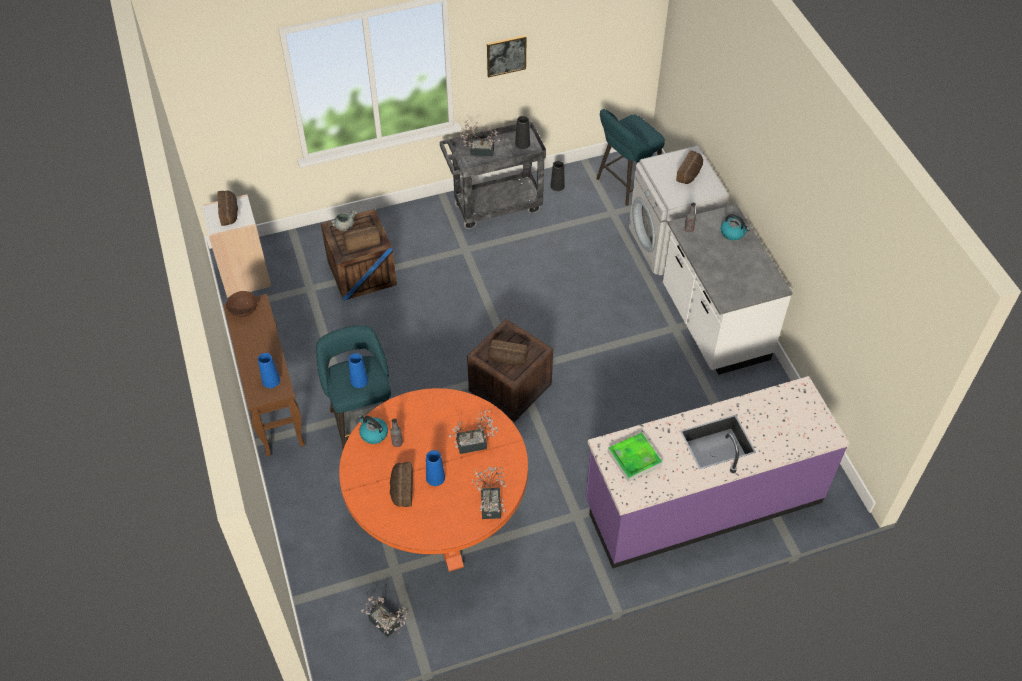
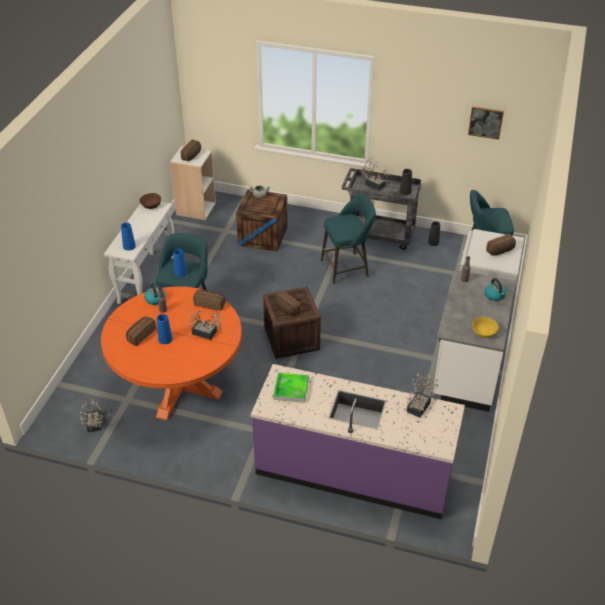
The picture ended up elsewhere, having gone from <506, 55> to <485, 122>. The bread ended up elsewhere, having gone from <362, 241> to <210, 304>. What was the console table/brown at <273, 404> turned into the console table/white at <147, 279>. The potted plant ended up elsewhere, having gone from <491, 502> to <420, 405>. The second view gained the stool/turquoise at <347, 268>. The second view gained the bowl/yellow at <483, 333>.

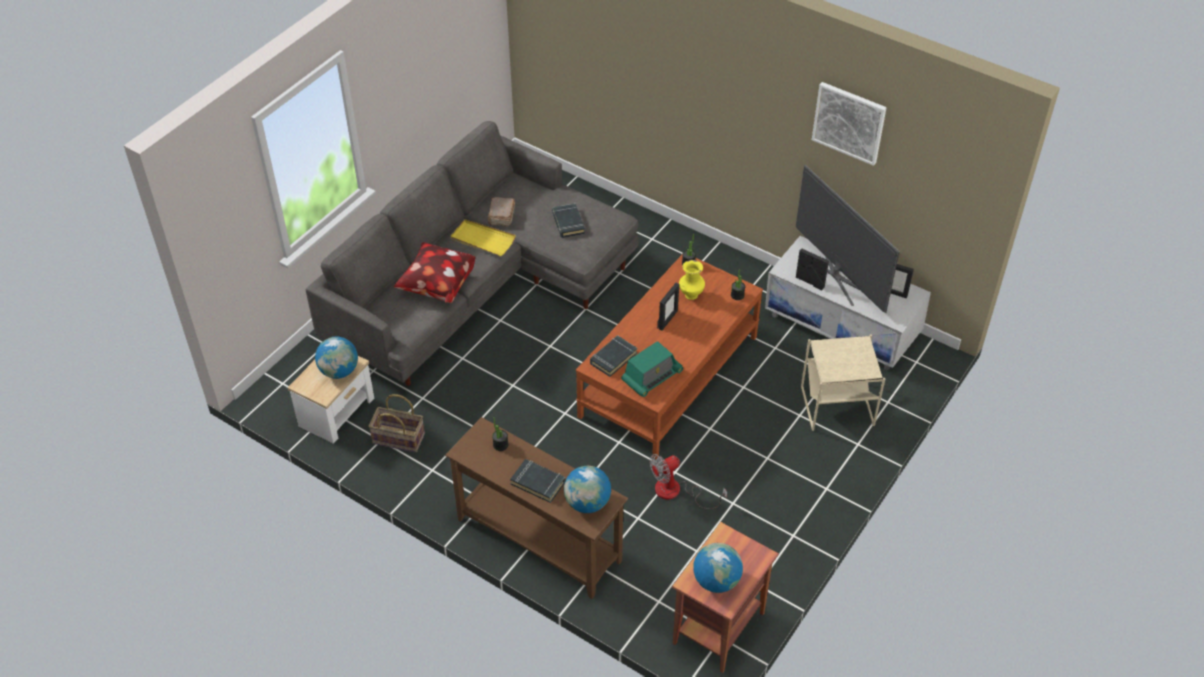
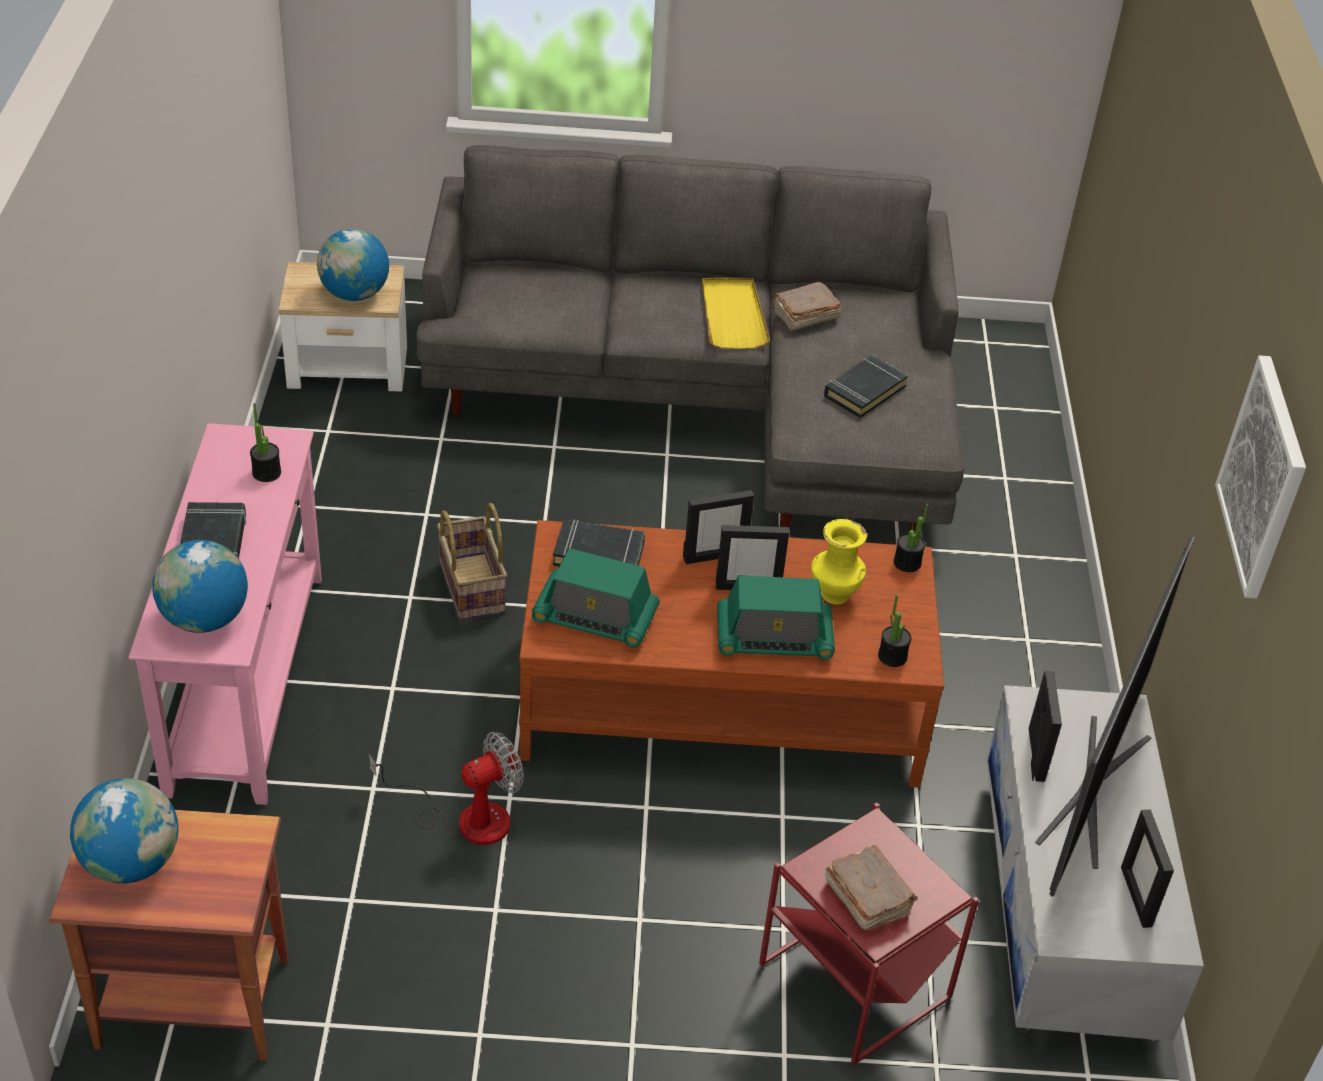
The second view lost the pillow at <436, 286>. What was the side table/beige at <838, 406> turned into the side table/red at <855, 983>. The basket ended up elsewhere, having gone from <398, 439> to <470, 587>. What was the console table/brown at <538, 540> turned into the console table/pink at <245, 681>. The fan at <676, 492> ended up facing another way, 120 degrees clockwise from before. The second view gained the picture frame at <714, 555>. The second view gained the radio at <774, 638>. The second view gained the book/brown at <867, 897>.

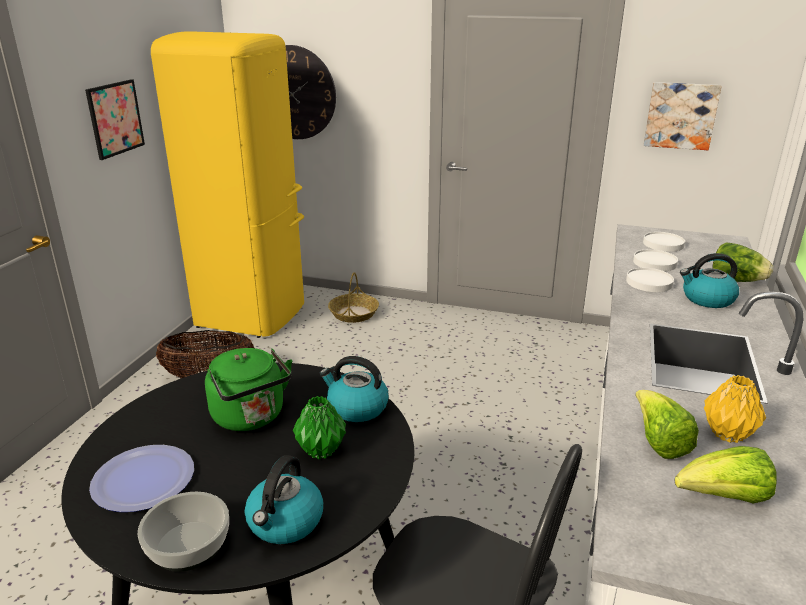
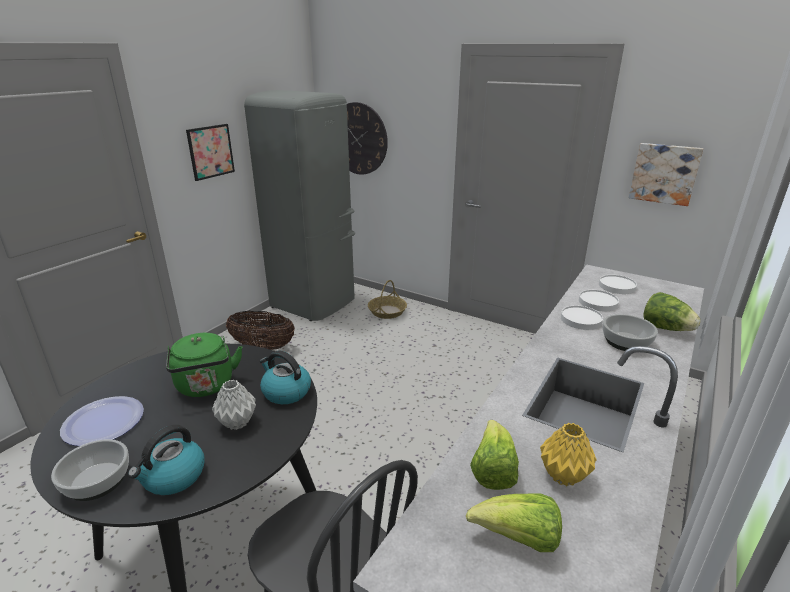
What was the fridge/yellow at <255, 314> turned into the fridge/grey at <316, 303>. Where the kettle stood at <707, 299>, the bowl came to stand at <626, 342>. What was the vase/green at <321, 450> turned into the vase/grey at <237, 422>.

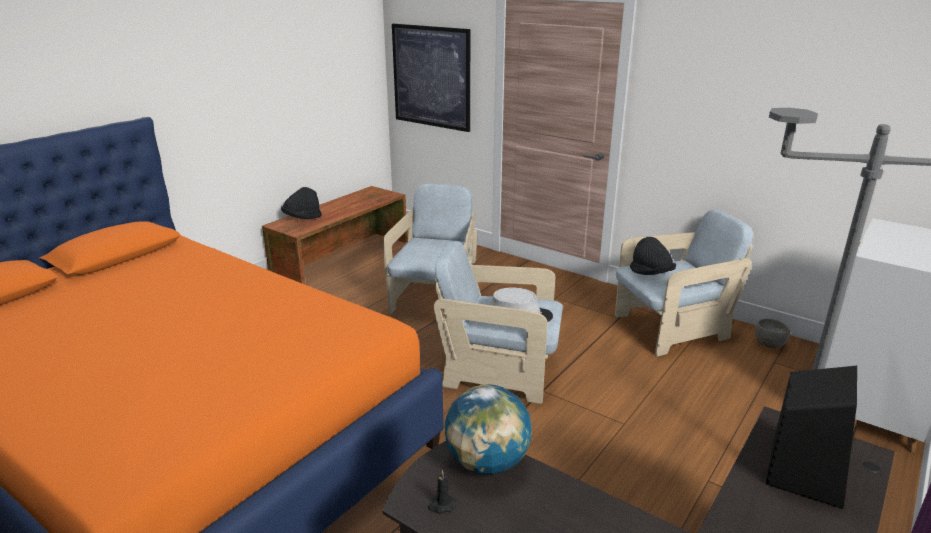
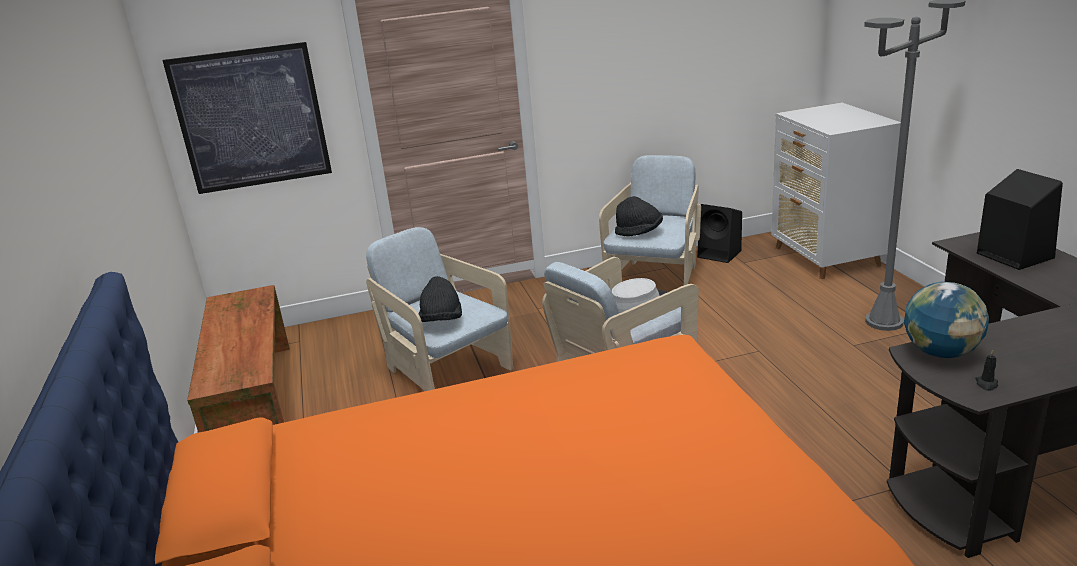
The hat/black ended up elsewhere, having gone from <302, 218> to <441, 321>. Where the bowl/grey stood at <769, 345>, the speaker/black came to stand at <720, 254>.

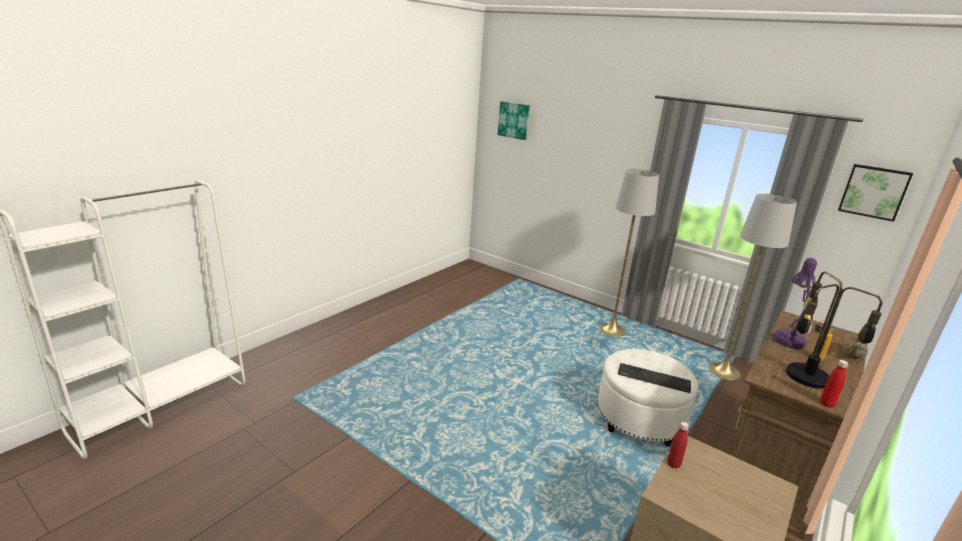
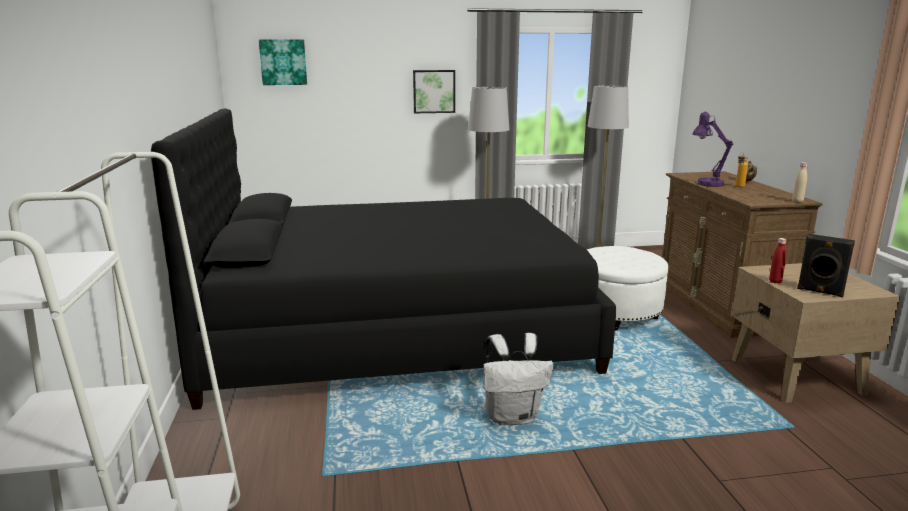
The picture ended up elsewhere, having gone from <874, 192> to <433, 91>. The second view lost the table lamp at <806, 377>. What was the bottle/red at <826, 404> turned into the bottle/beige at <797, 201>. The second view lost the keyboard at <653, 378>. The second view gained the bed/black at <397, 330>. The second view gained the speaker/black at <820, 292>. The second view gained the backpack/white at <512, 417>.

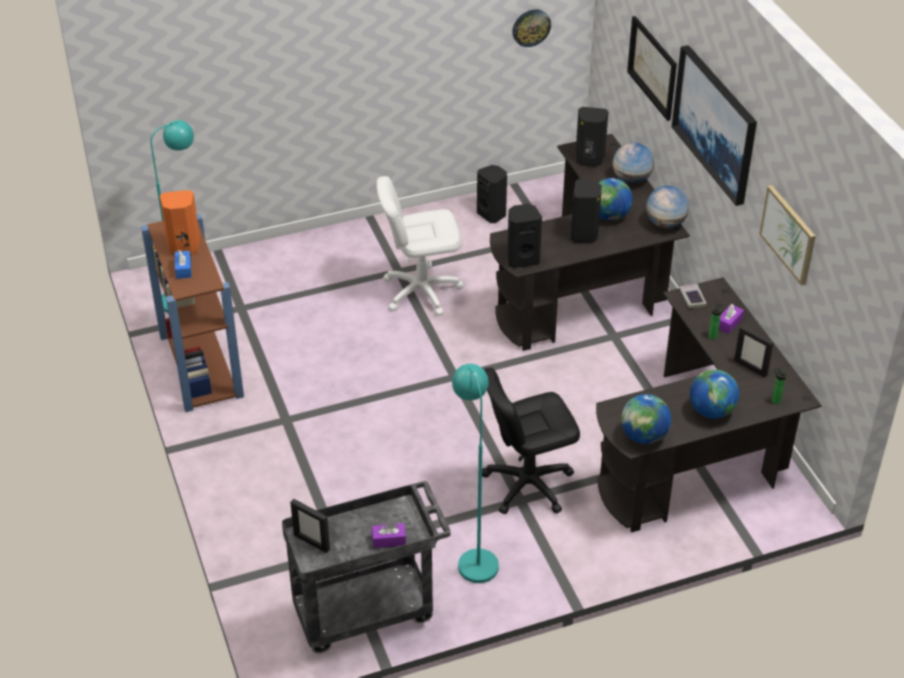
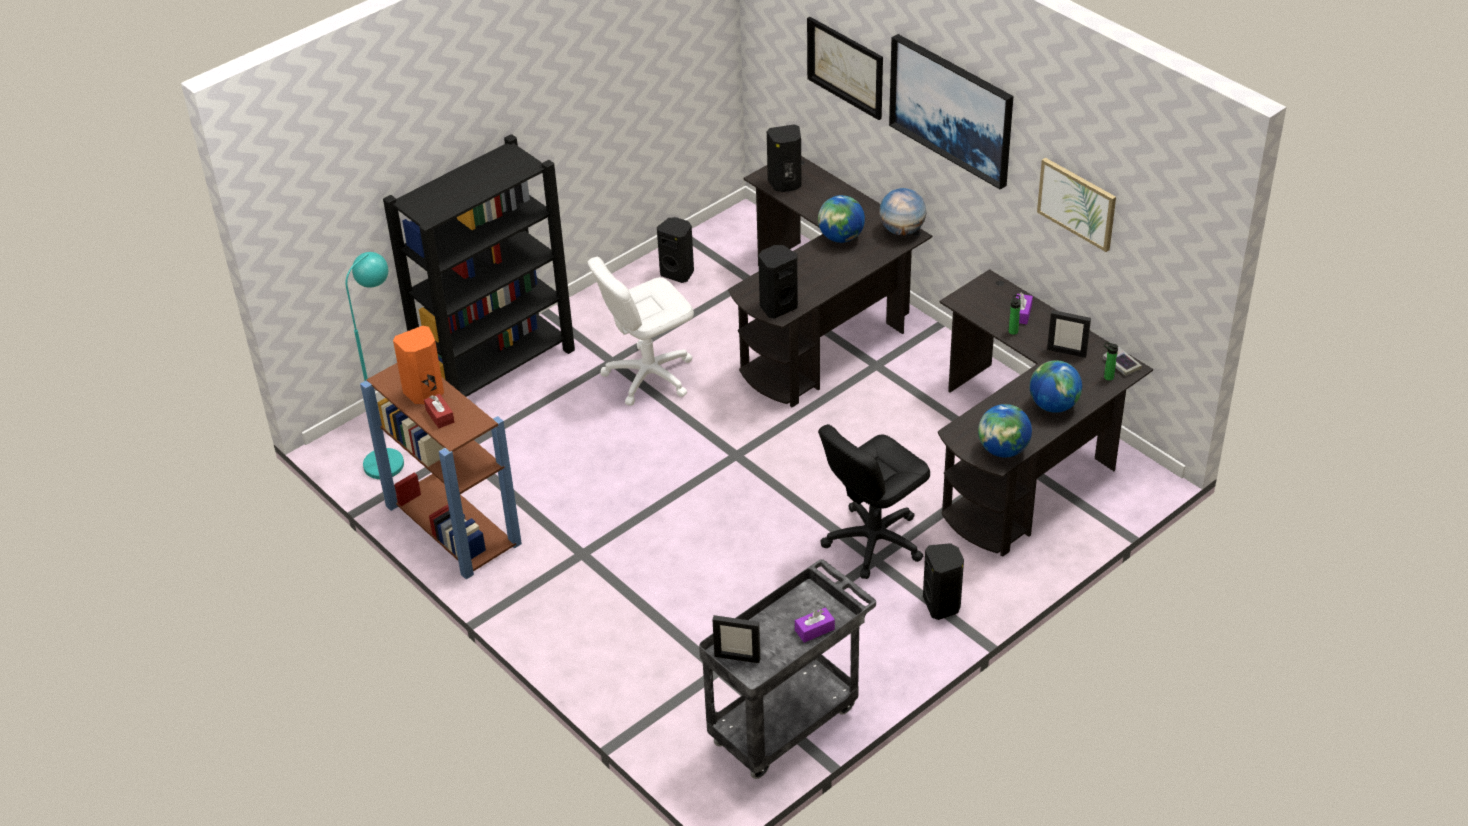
The second view lost the wall clock at <531, 27>. The second view lost the globe at <632, 180>. The speaker/black ended up elsewhere, having gone from <584, 234> to <942, 605>. What was the tissue box/blue at <183, 269> turned into the tissue box/red at <440, 416>. The book ended up elsewhere, having gone from <692, 298> to <1121, 364>. The second view lost the floor lamp/turquoise at <474, 558>. The second view gained the bookcase/black at <496, 367>.

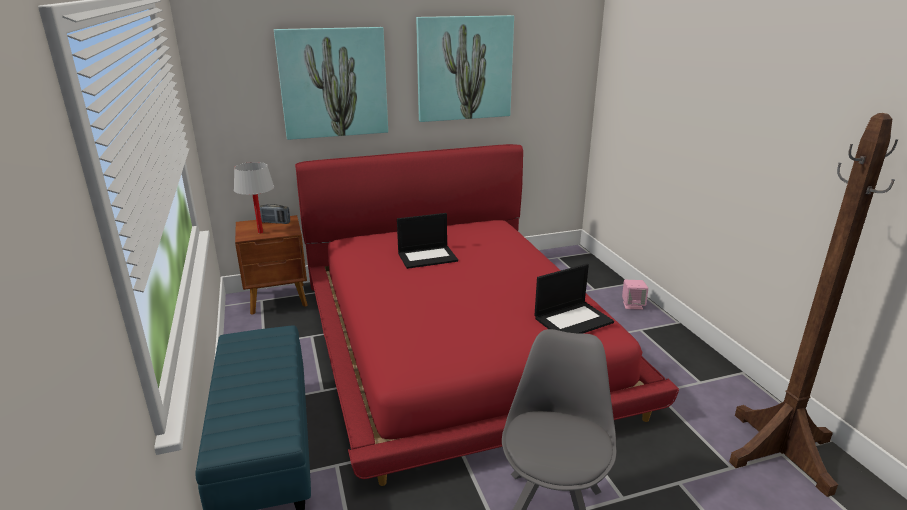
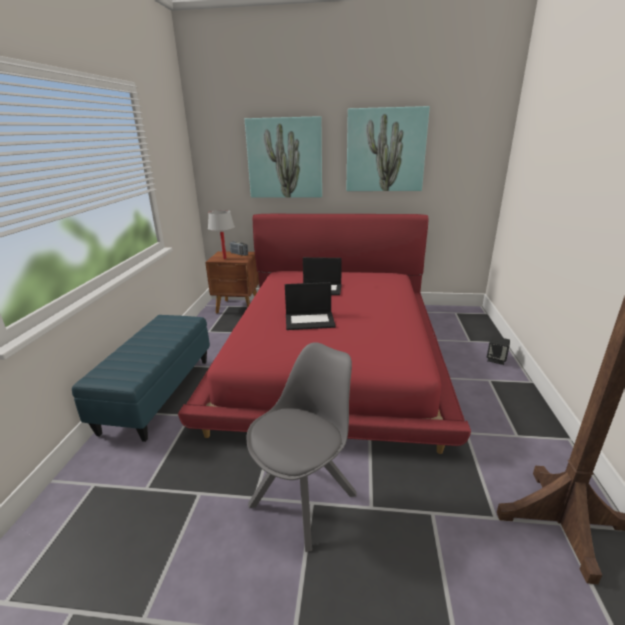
The laptop ended up elsewhere, having gone from <573, 320> to <310, 320>. What was the speaker/pink at <632, 305> turned into the speaker/black at <496, 359>.

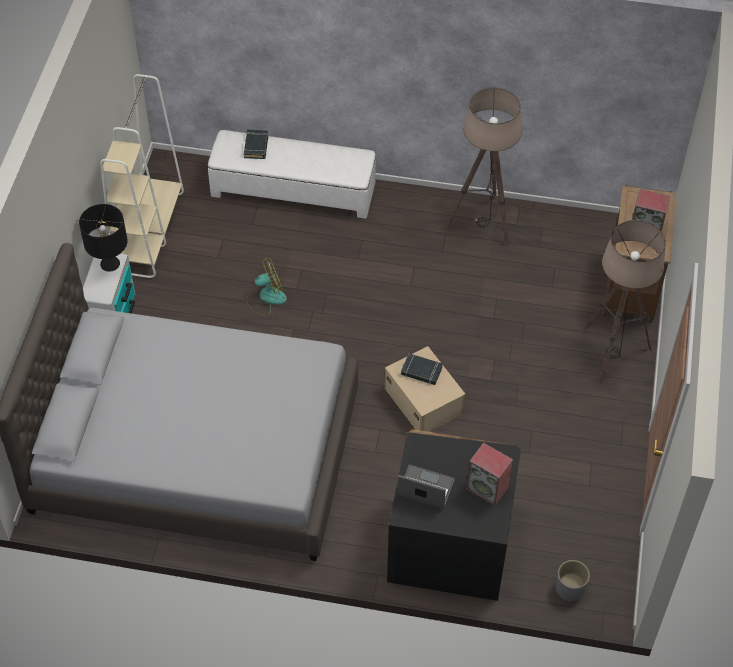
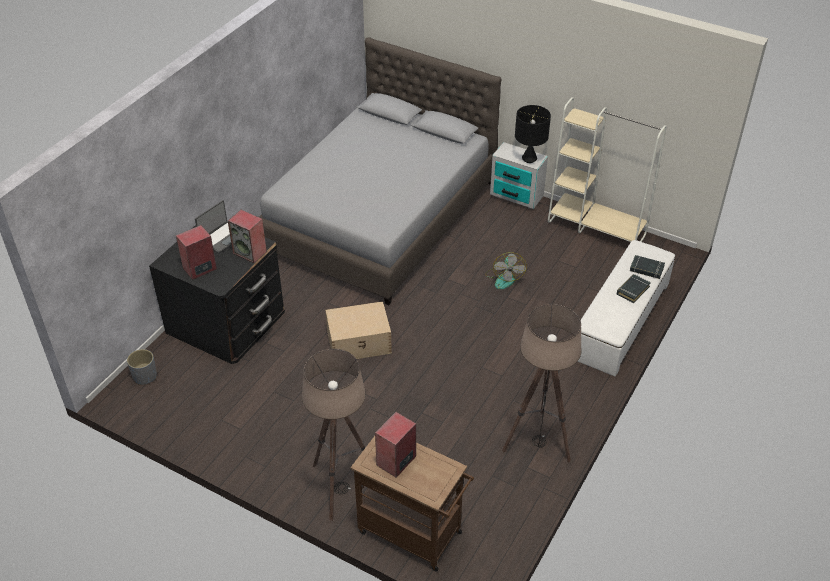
The book/black ended up elsewhere, having gone from <421, 371> to <632, 290>. The second view gained the speaker at <250, 252>.

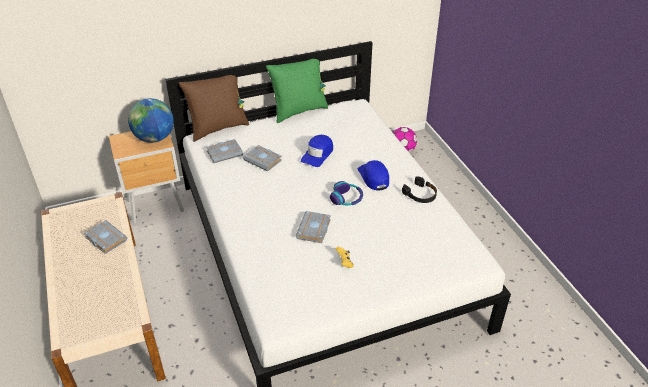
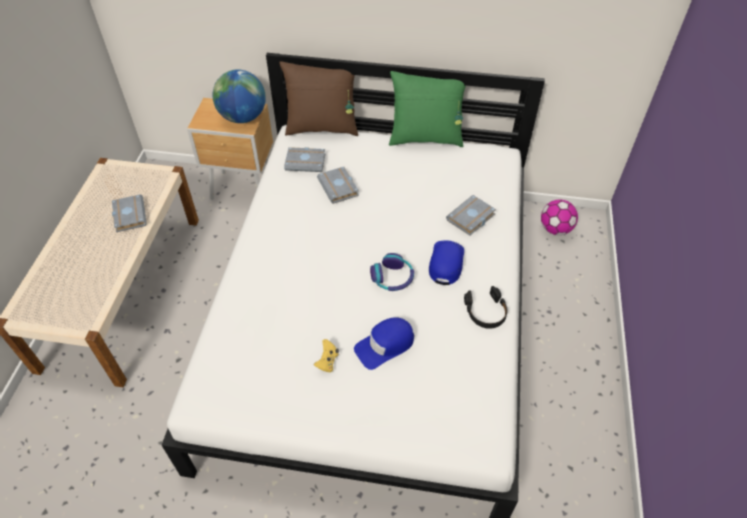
The cap/blue ended up elsewhere, having gone from <318, 154> to <385, 345>. The book/grey ended up elsewhere, having gone from <314, 230> to <471, 218>.

